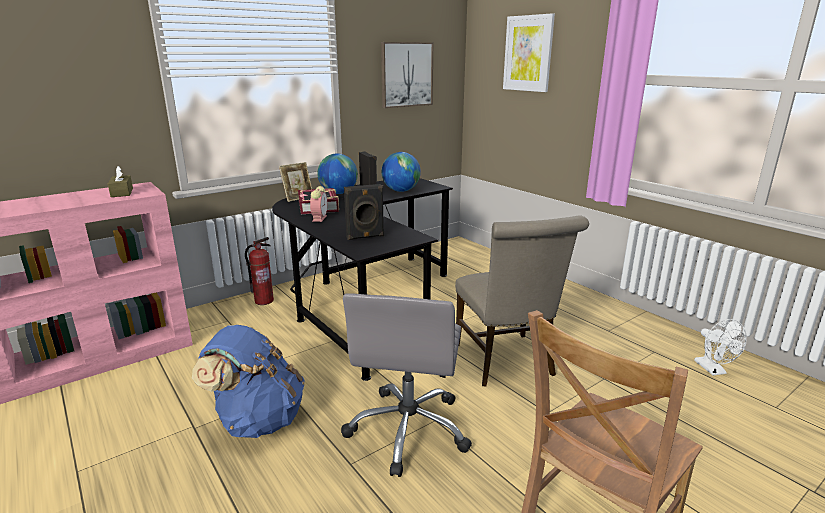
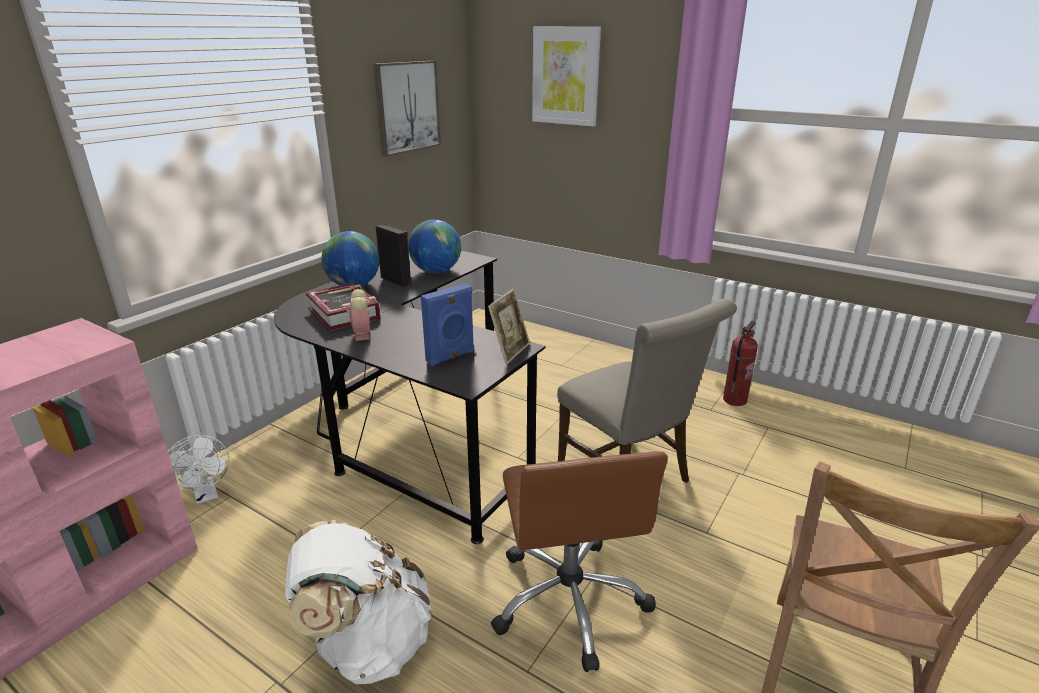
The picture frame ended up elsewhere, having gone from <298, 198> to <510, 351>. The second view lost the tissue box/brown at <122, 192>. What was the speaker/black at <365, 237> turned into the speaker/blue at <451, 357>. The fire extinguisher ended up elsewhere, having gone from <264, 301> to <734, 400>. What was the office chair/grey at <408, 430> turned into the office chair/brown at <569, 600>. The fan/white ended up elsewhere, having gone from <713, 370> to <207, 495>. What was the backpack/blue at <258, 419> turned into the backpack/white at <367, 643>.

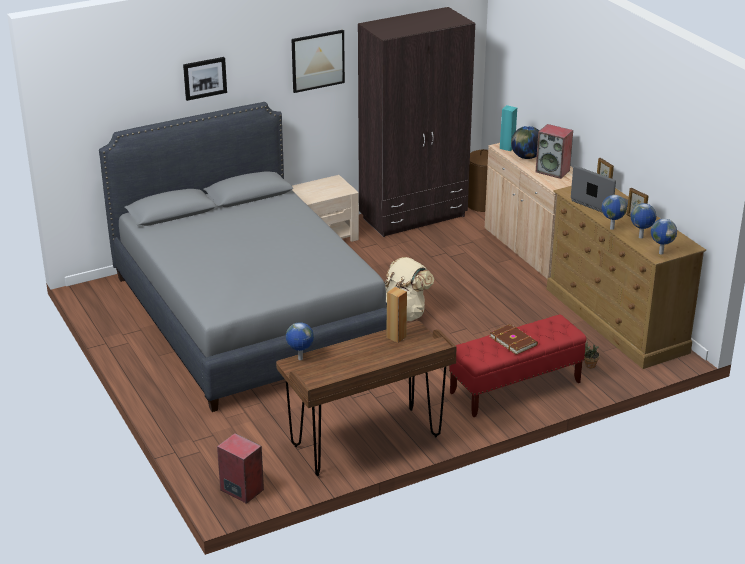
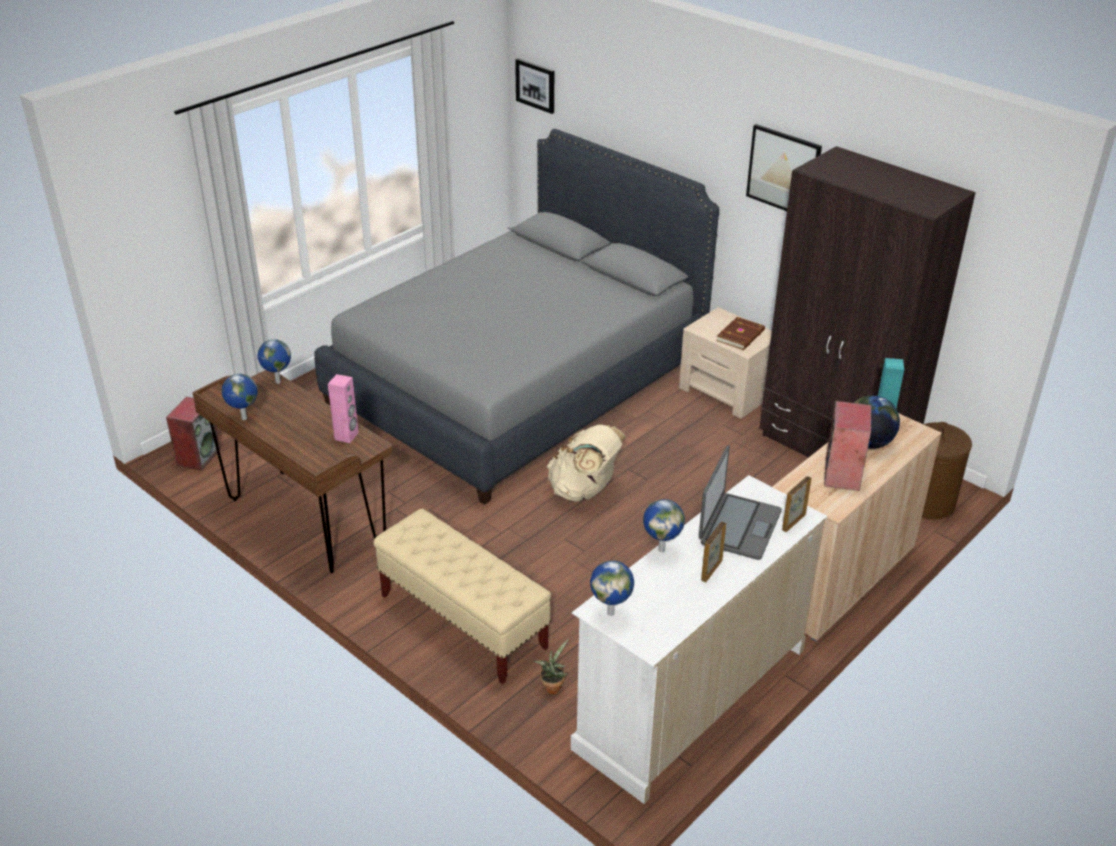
The picture ended up elsewhere, having gone from <204, 78> to <536, 85>. What was the dresser/brown at <615, 320> turned into the dresser/white at <690, 698>. The globe ended up elsewhere, having gone from <641, 237> to <243, 418>. What was the speaker/brown at <396, 337> turned into the speaker/pink at <347, 436>. What was the bench/red at <515, 388> turned into the bench/beige at <462, 622>. The book/brown ended up elsewhere, having gone from <513, 340> to <741, 336>.

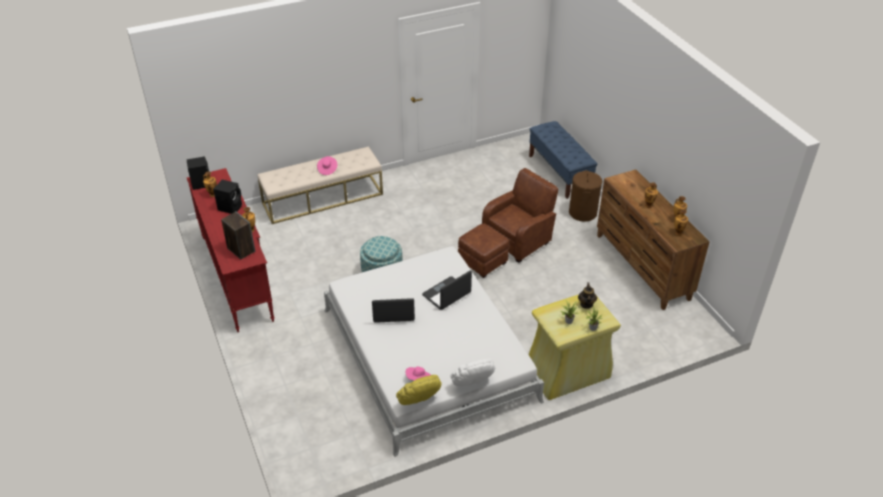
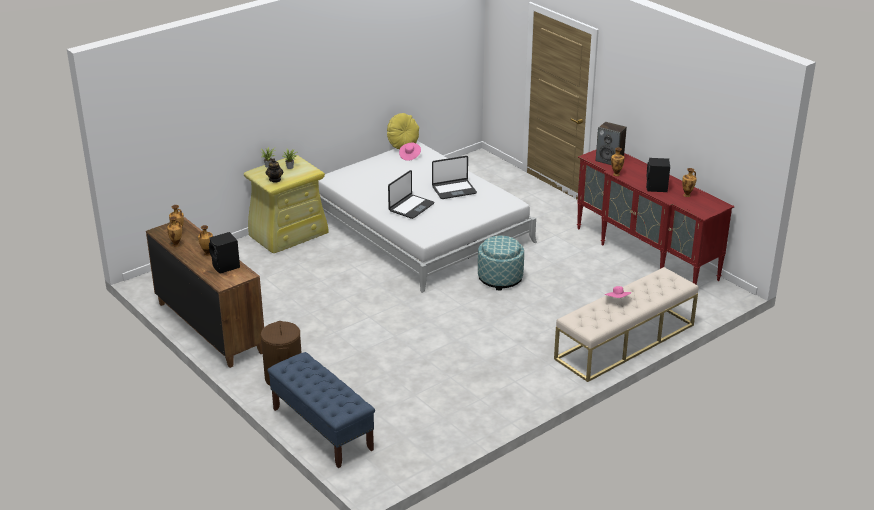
The speaker/black ended up elsewhere, having gone from <201, 183> to <226, 267>. The second view lost the armchair/brown at <506, 246>. The second view lost the pillow/white at <472, 386>.

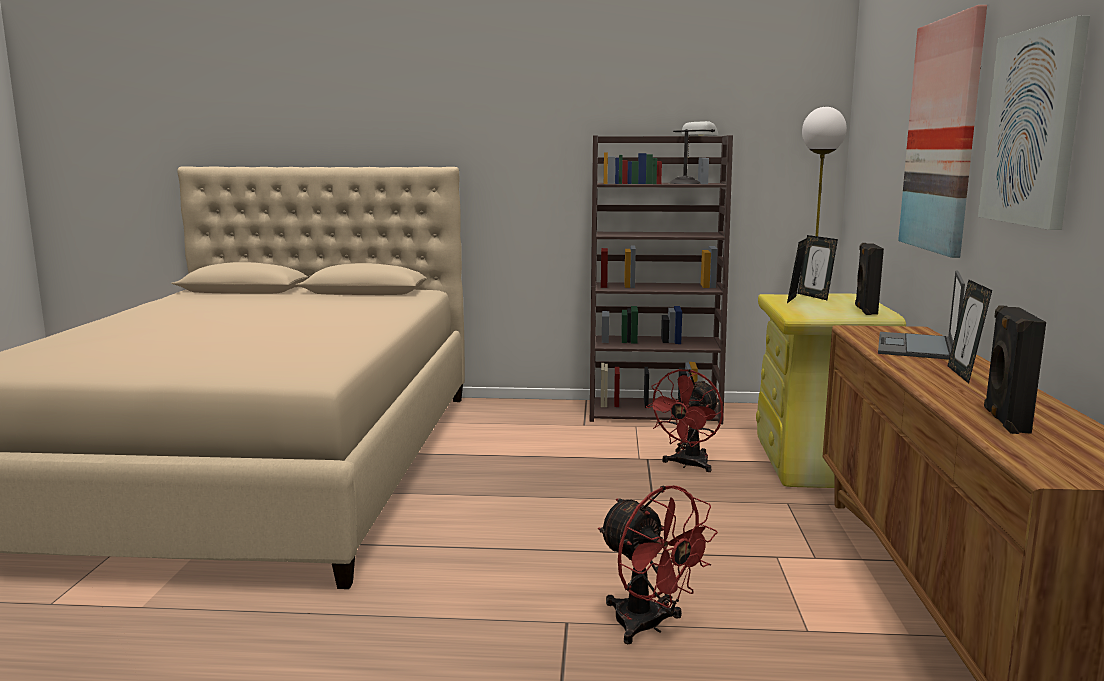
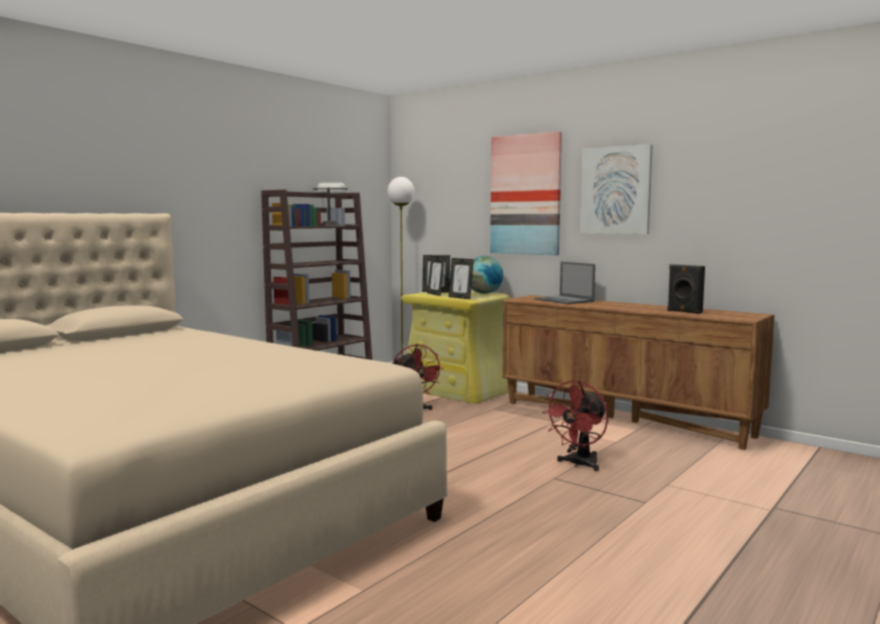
Where the speaker/black stood at <865, 310>, the globe came to stand at <484, 293>. The picture frame ended up elsewhere, having gone from <963, 374> to <460, 298>. The fan/red at <649, 626> ended up facing another way, 135 degrees clockwise from before.

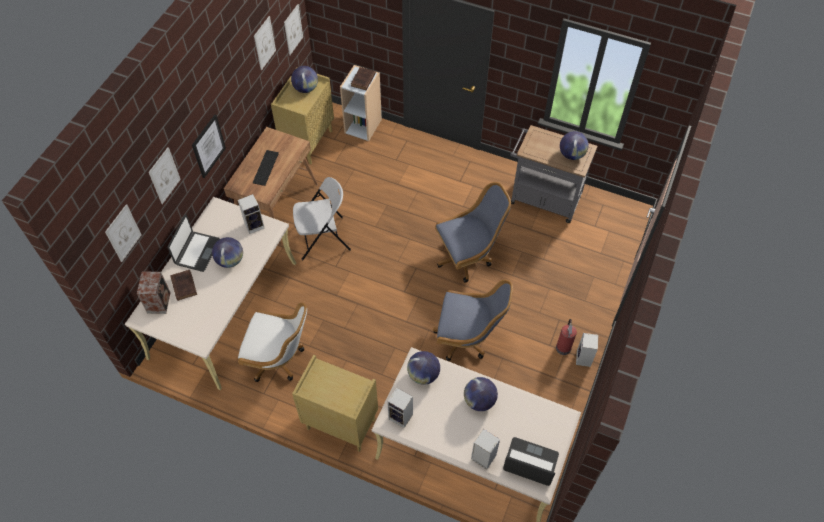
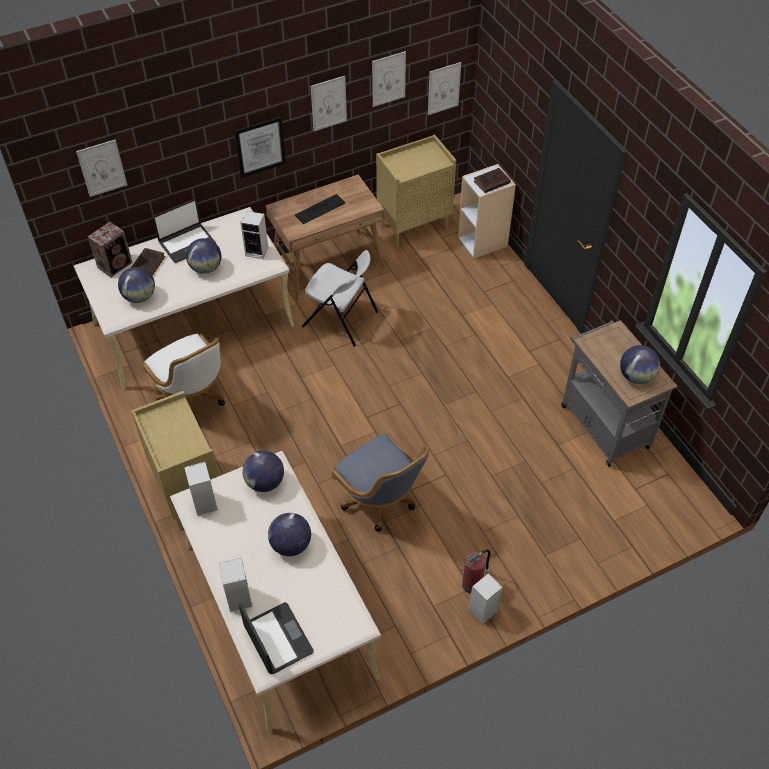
The globe ended up elsewhere, having gone from <306, 88> to <140, 297>. The picture ended up elsewhere, having gone from <164, 175> to <328, 103>. The second view lost the office chair/blue at <468, 257>.

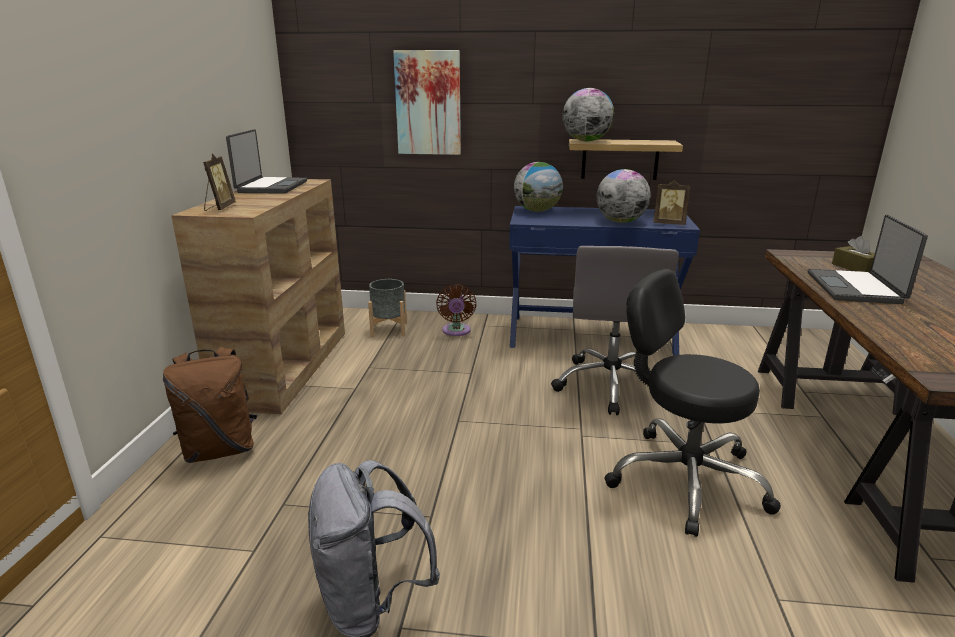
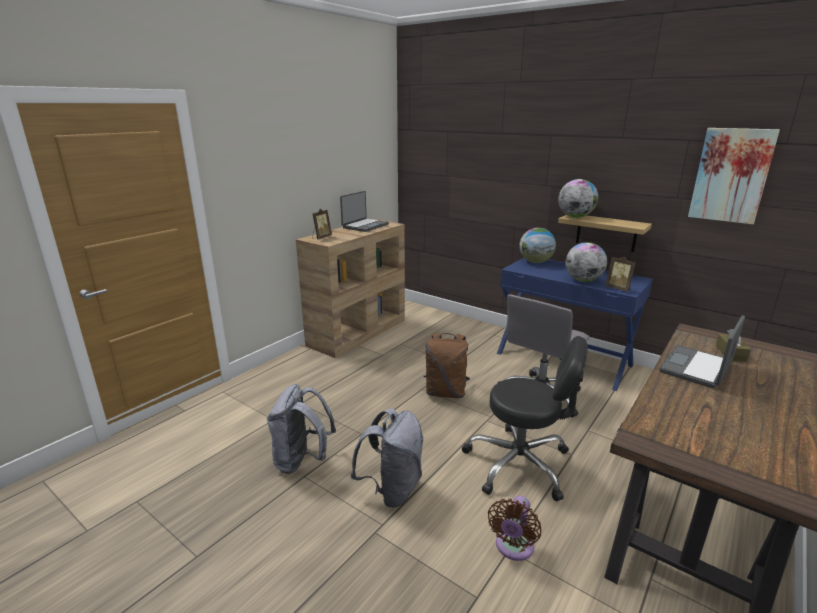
The picture ended up elsewhere, having gone from <428, 103> to <731, 175>. The office chair/black at <679, 477> ended up facing another way, 135 degrees clockwise from before. The second view lost the planter/grey at <388, 329>. The fan/brown ended up elsewhere, having gone from <456, 331> to <513, 548>. The backpack/brown ended up elsewhere, having gone from <220, 449> to <446, 392>. The second view gained the backpack/grey at <392, 489>.

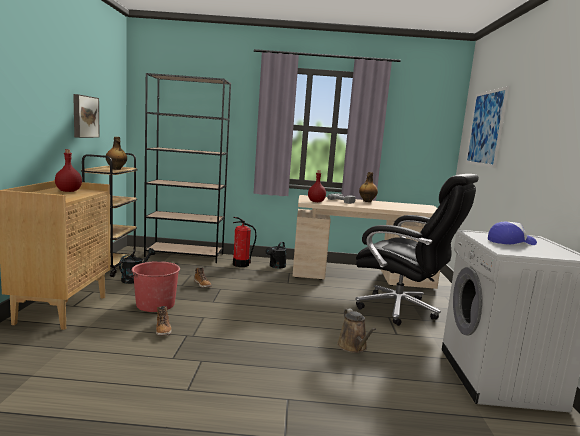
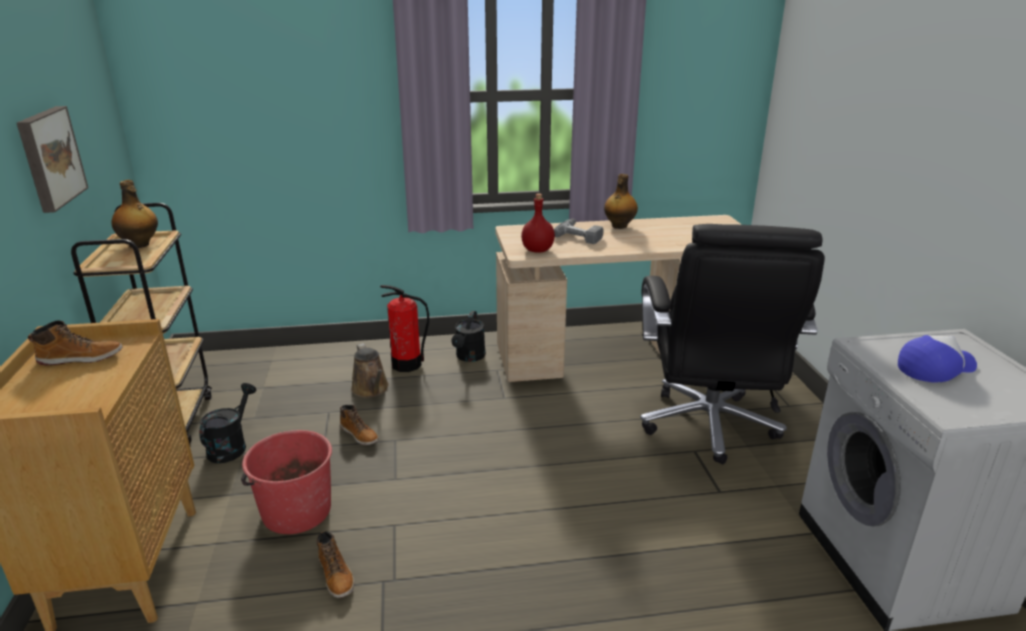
The second view lost the bookcase/beige at <185, 255>. The second view lost the picture at <485, 128>. Where the bottle/red stood at <68, 191>, the boot came to stand at <81, 358>. The office chair/black at <402, 311> ended up facing another way, 75 degrees clockwise from before. The watering can/brown ended up elsewhere, having gone from <353, 347> to <371, 389>.

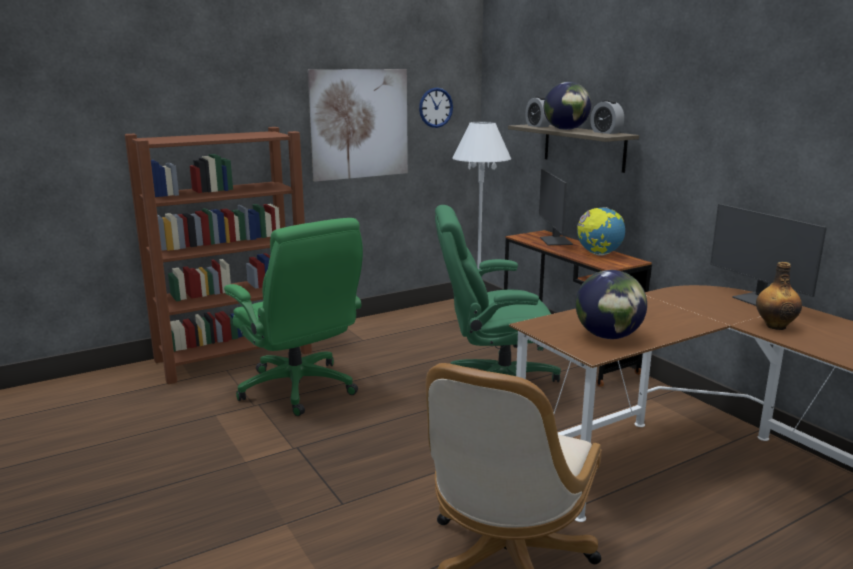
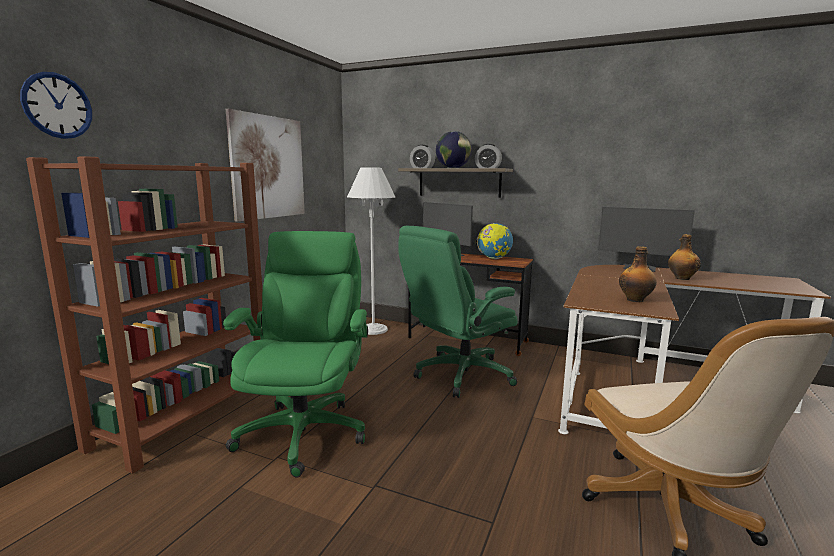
The wall clock ended up elsewhere, having gone from <435, 107> to <57, 106>. The office chair/green at <300, 391> ended up facing another way, 105 degrees counterclockwise from before. Where the globe stood at <608, 336>, the bottle came to stand at <635, 300>.

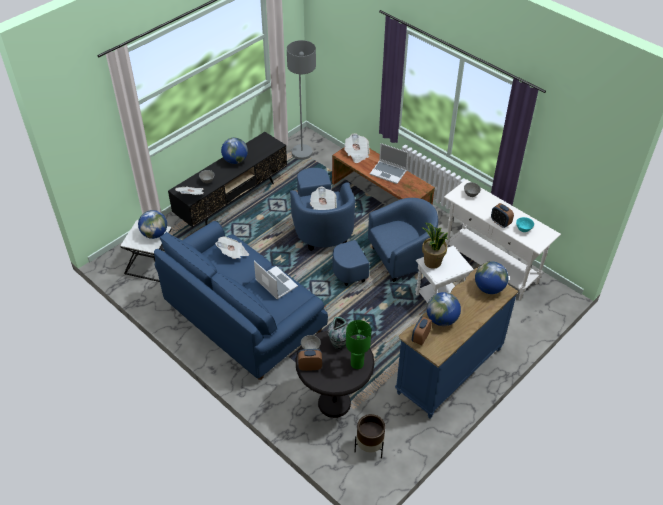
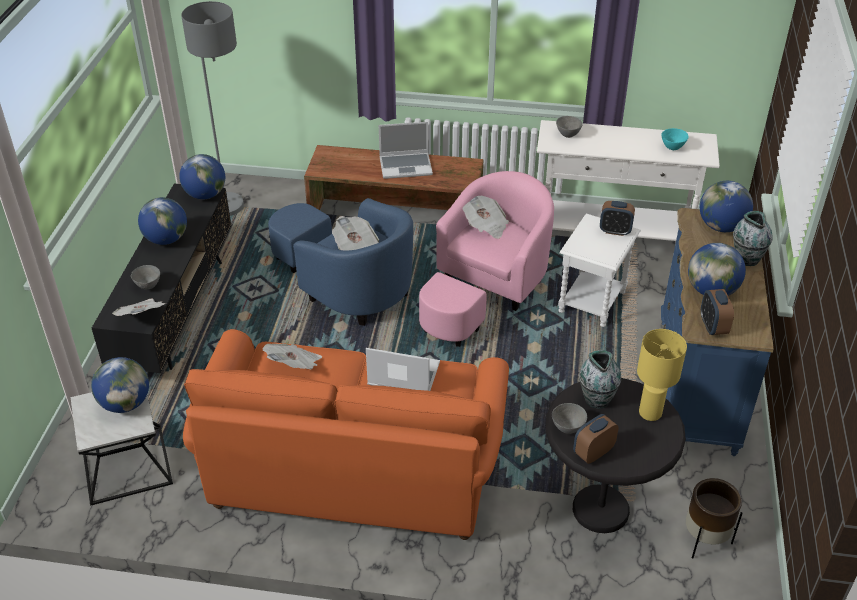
The newspaper ended up elsewhere, having gone from <356, 154> to <485, 225>. What was the armchair/blue at <389, 262> turned into the armchair/pink at <486, 290>. The alarm clock ended up elsewhere, having gone from <500, 223> to <615, 231>. What was the sofa/blue at <243, 317> turned into the sofa/orange at <355, 465>. The second view lost the potted plant at <432, 262>. What was the table lamp/green at <357, 363> turned into the table lamp/yellow at <650, 412>. The second view gained the globe at <205, 195>. The second view gained the vase at <746, 258>.

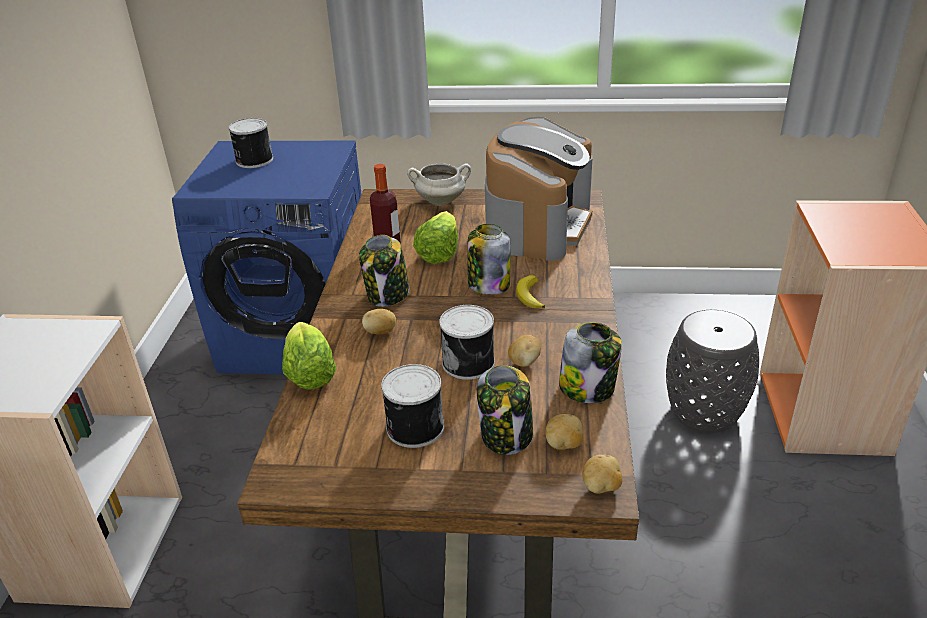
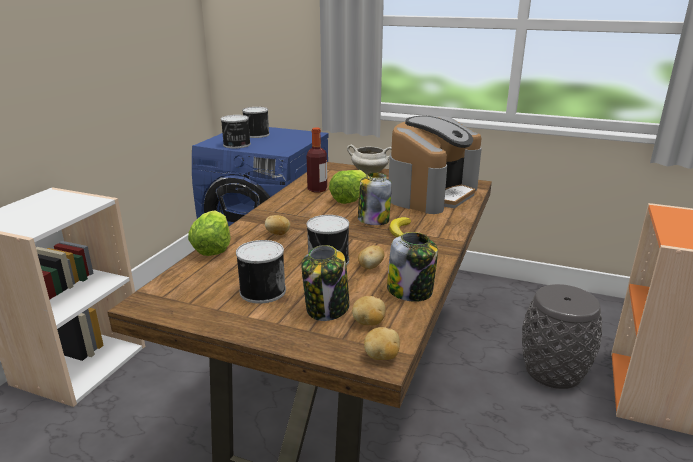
The second view lost the jar at <388, 295>. The second view gained the can at <236, 145>.

